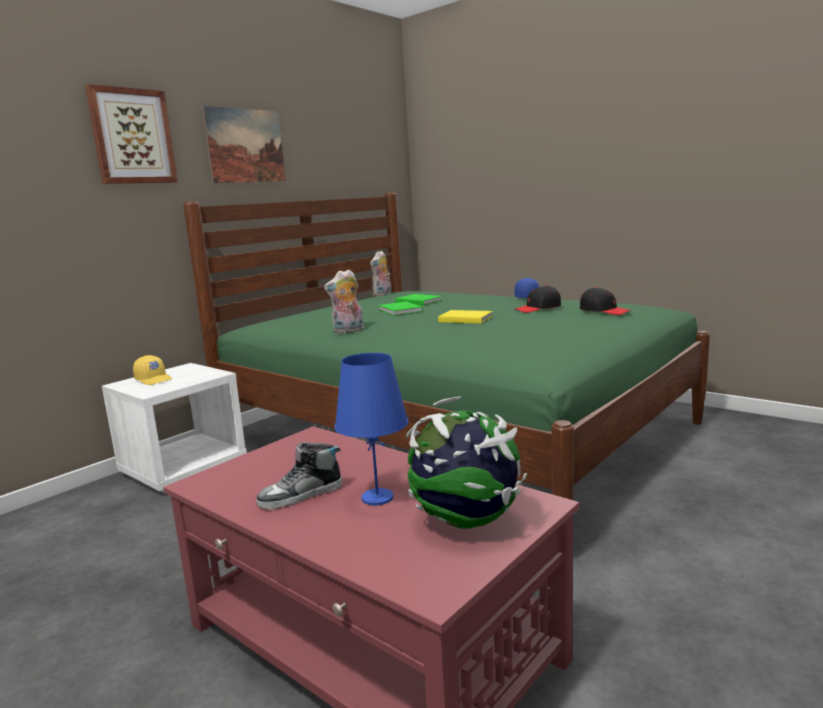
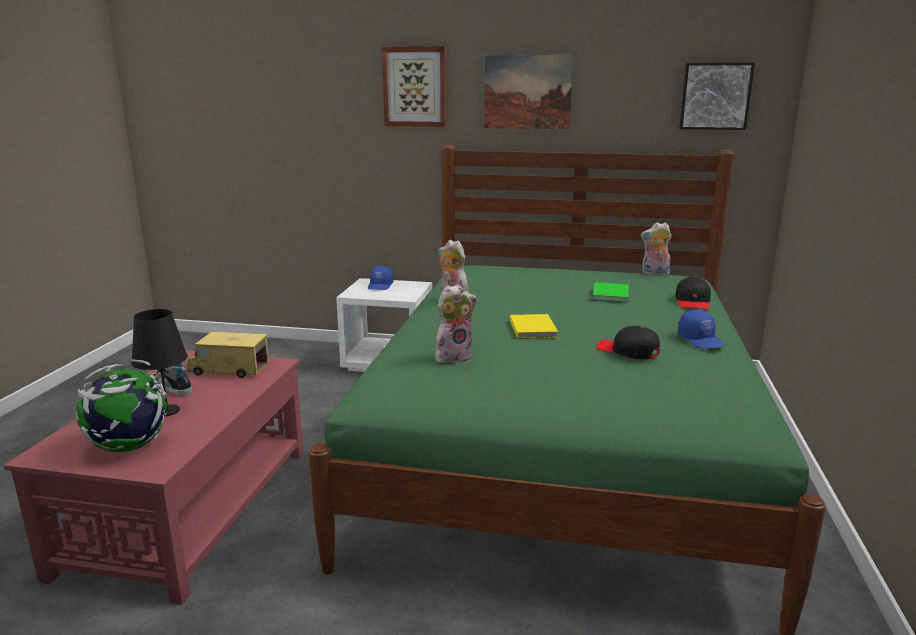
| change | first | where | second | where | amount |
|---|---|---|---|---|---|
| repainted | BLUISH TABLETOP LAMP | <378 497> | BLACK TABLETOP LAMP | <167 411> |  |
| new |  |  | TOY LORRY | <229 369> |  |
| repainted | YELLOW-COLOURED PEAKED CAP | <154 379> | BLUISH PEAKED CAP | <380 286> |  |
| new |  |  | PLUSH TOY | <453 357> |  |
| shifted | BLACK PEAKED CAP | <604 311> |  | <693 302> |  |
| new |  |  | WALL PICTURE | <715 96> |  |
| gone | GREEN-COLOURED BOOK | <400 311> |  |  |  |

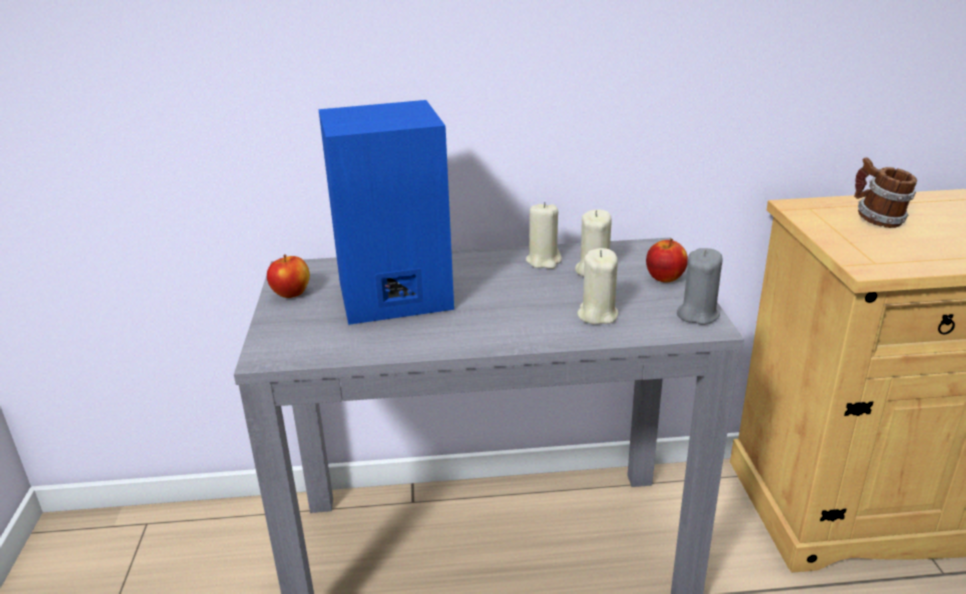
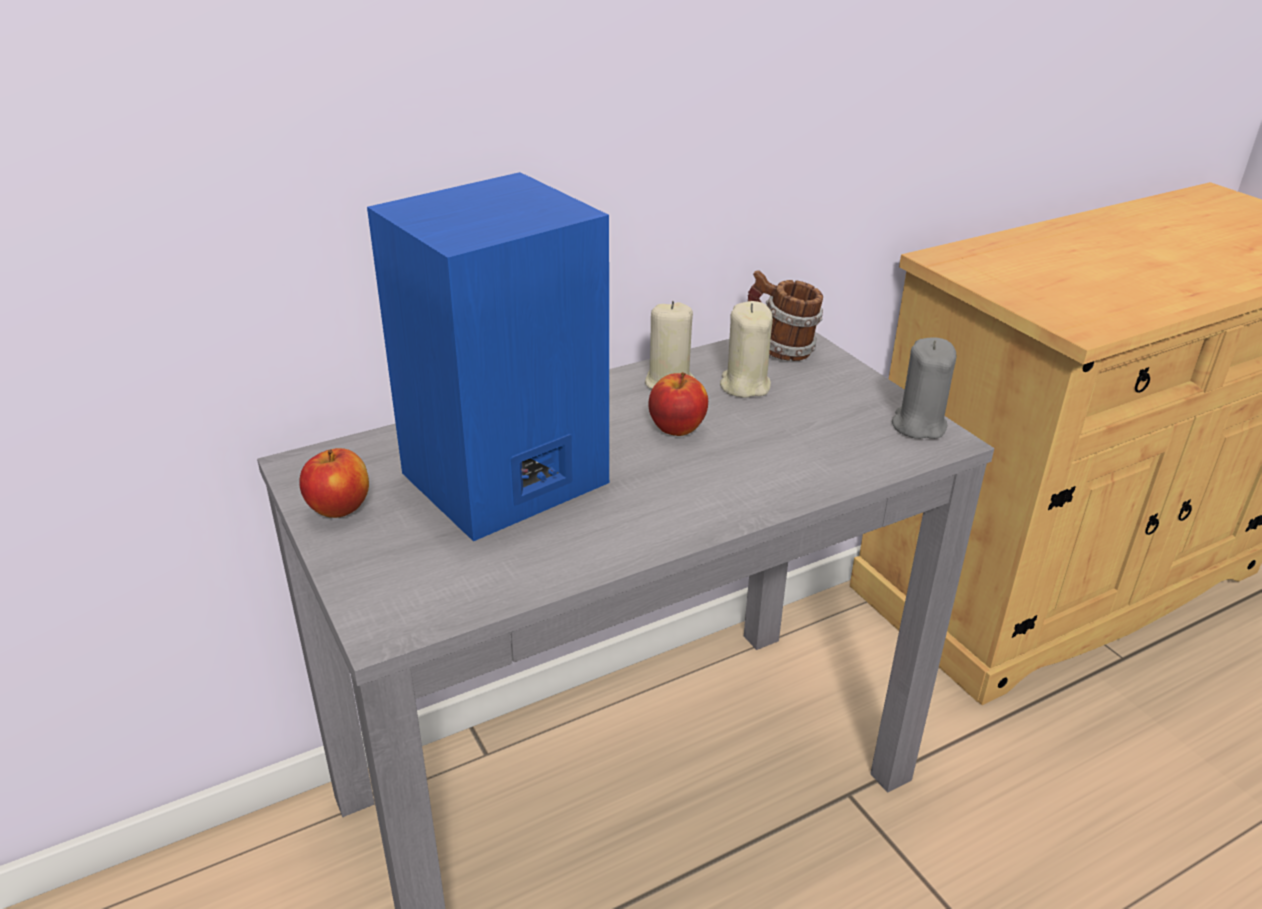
| change | first | where | second | where | amount |
|---|---|---|---|---|---|
| shifted | APPLE | <664 278> |  | <677 428> |  |
| shifted | MUG | <877 220> |  | <781 350> |  |
| gone | SAND-COLOURED WAX CANDLE | <597 315> |  |  |  |

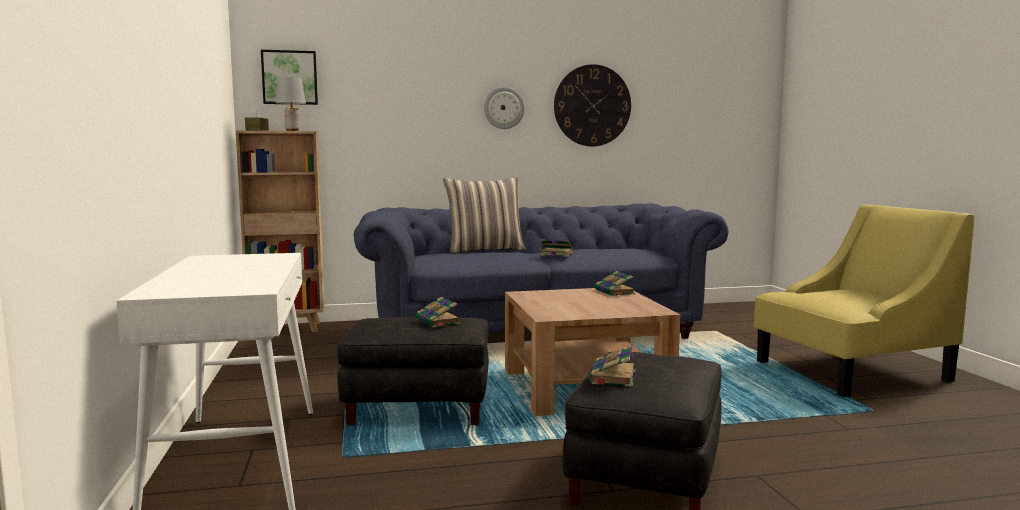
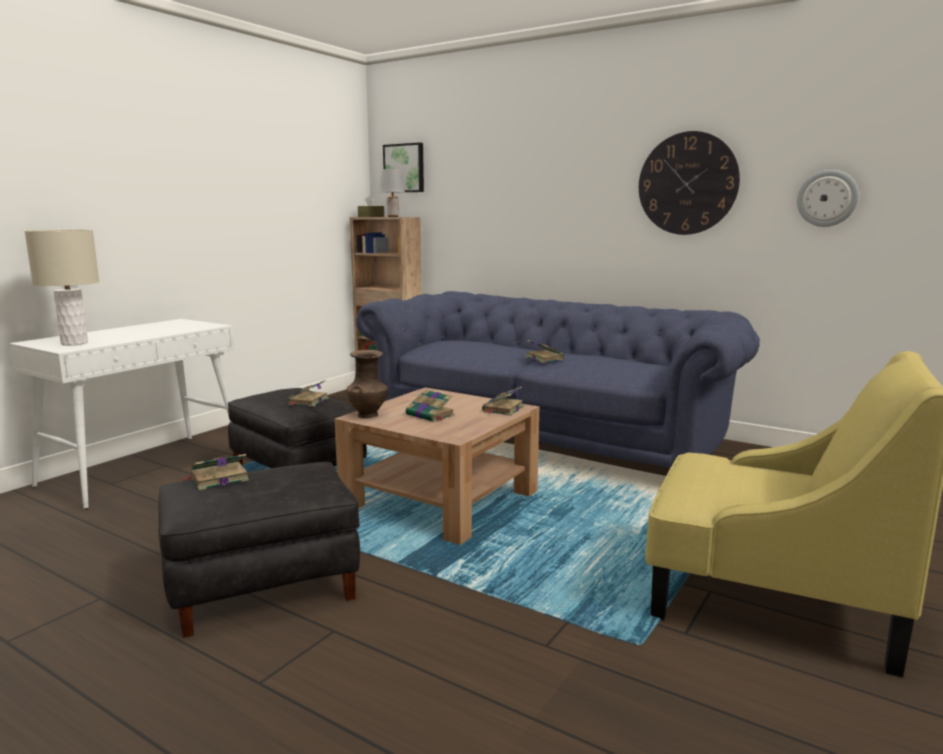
| change | first | where | second | where | amount |
|---|---|---|---|---|---|
| new |  |  | SAND-COLOURED TABLETOP LAMP | <74 343> |  |
| new |  |  | BROWNISH VASE | <368 415> |  |
| new |  |  | BOOK | <431 415> |  |
| shifted | WALL CLOCK | <504 108> |  | <827 198> |  |
| gone | THROW PILLOW | <485 250> |  |  |  |

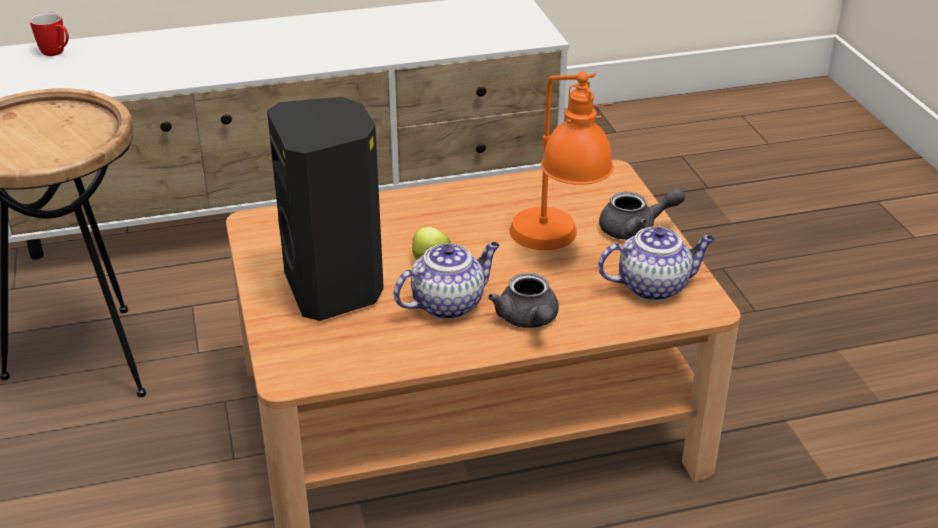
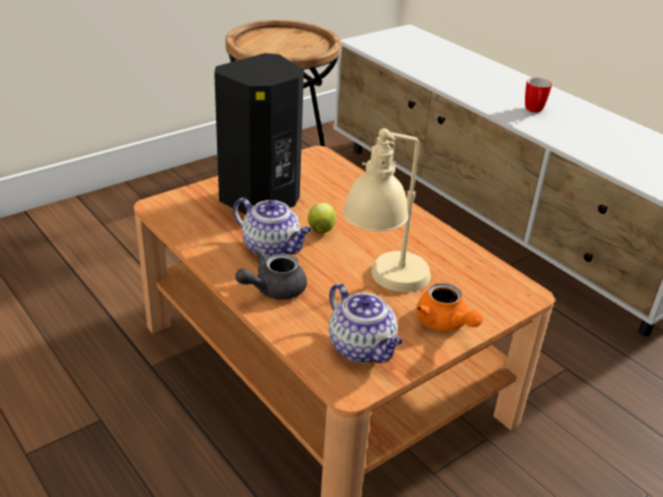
| change | first | where | second | where | amount |
|---|---|---|---|---|---|
| repainted | ORANGEY TABLETOP LAMP | <558 246> | SAND-COLOURED TABLETOP LAMP | <385 285> |  |
| repainted | GREY TEAPOT | <636 229> | ORANGEY TEAPOT | <444 323> |  |
| shifted | MUG | <57 53> |  | <533 111> |  |

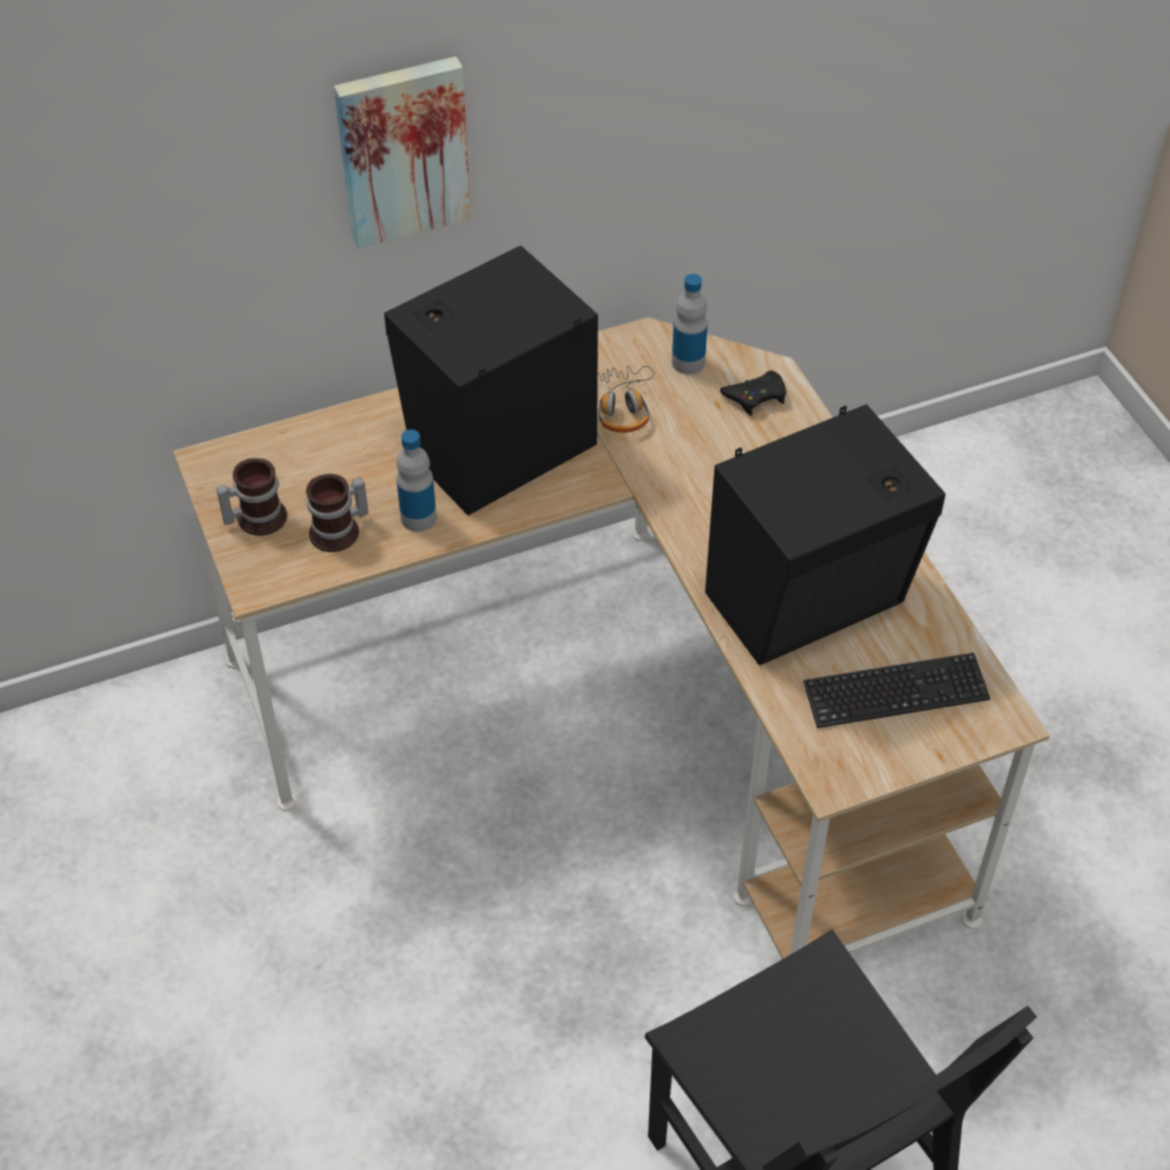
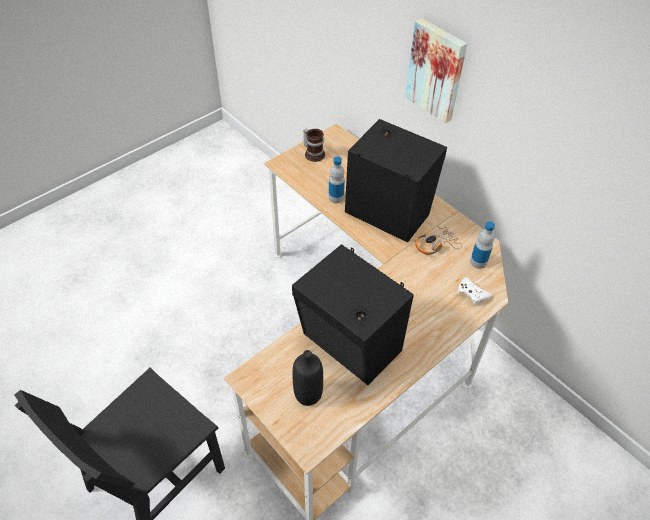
| change | first | where | second | where | amount |
|---|---|---|---|---|---|
| swapped | COMPUTER KEYBOARD | <895 693> | BLACK BOTTLE | <308 394> |  |
| repainted | BLACK JOYPAD | <756 396> | WHITE JOYPAD | <472 293> |  |
| gone | MUG | <340 532> |  |  |  |

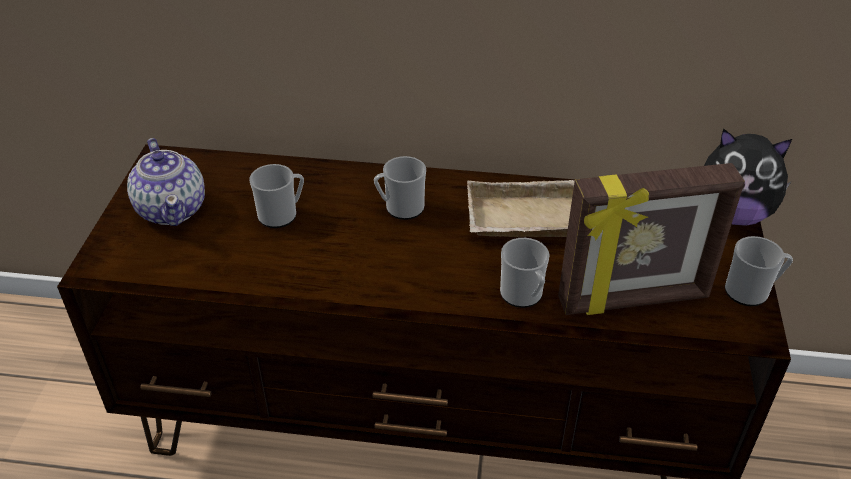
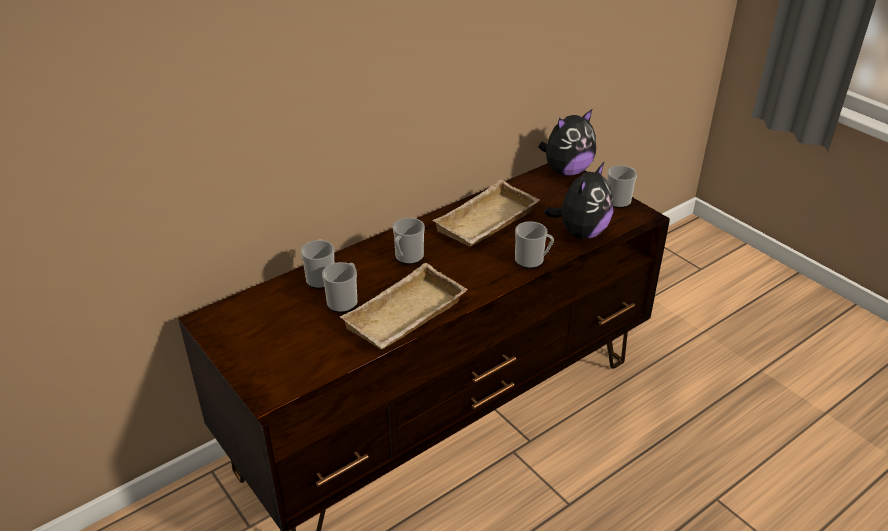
| change | first | where | second | where | amount |
|---|---|---|---|---|---|
| new |  |  | MUG | <321 277> |  |
| new |  |  | SAND-COLOURED CARRYING TRAY | <406 317> |  |
| swapped | PICTURE FRAME | <634 300> | PLUSH TOY | <580 232> |  |
| gone | TEAPOT | <172 209> |  |  |  |

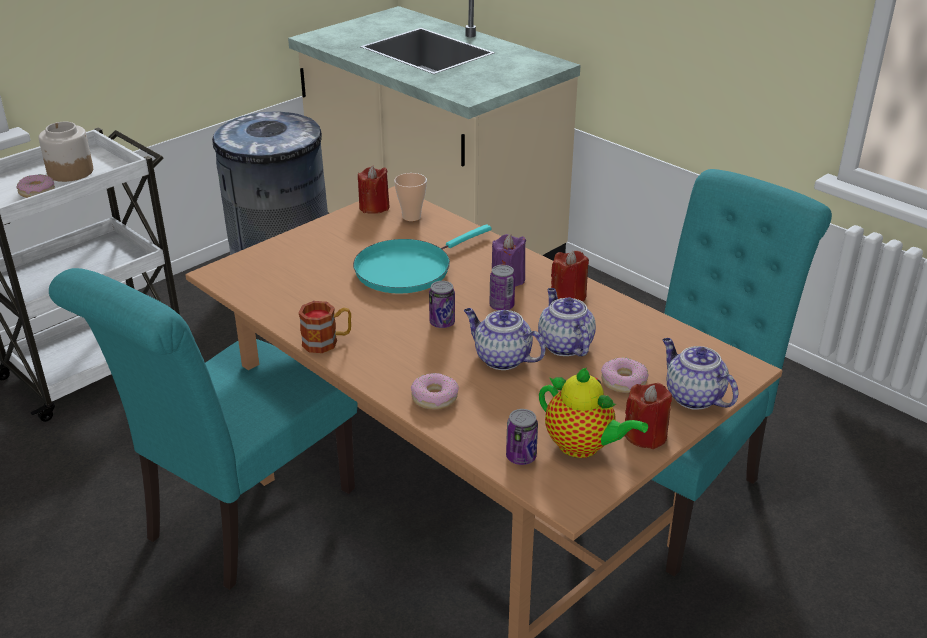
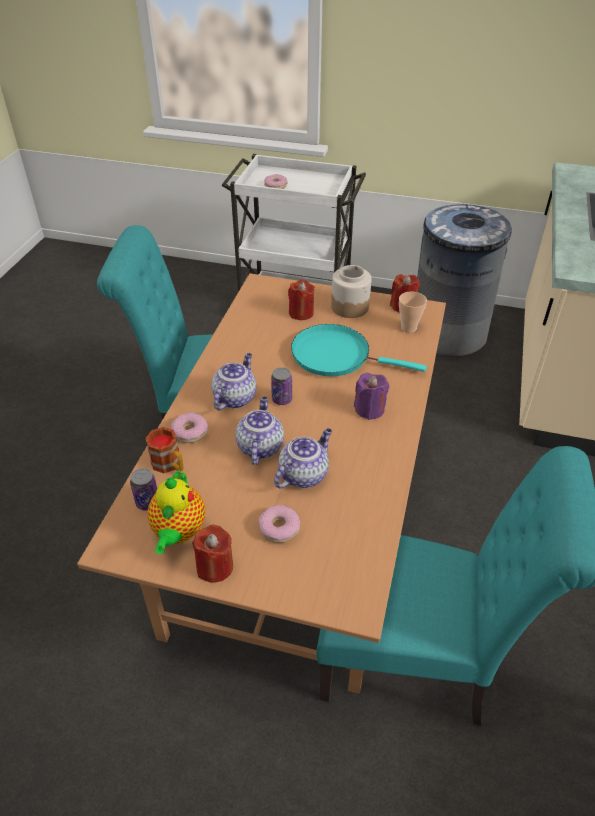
| change | first | where | second | where | amount |
|---|---|---|---|---|---|
| shifted | MUG | <327 342> |  | <170 465> |  |
| shifted | TEAPOT | <692 396> |  | <235 397> |  |
| shifted | RED WAX CANDLE | <568 296> |  | <301 313> |  |
| shifted | PRESERVE JAR | <70 172> |  | <350 307> |  |
| gone | SEALED CAN | <501 306> |  |  |  |

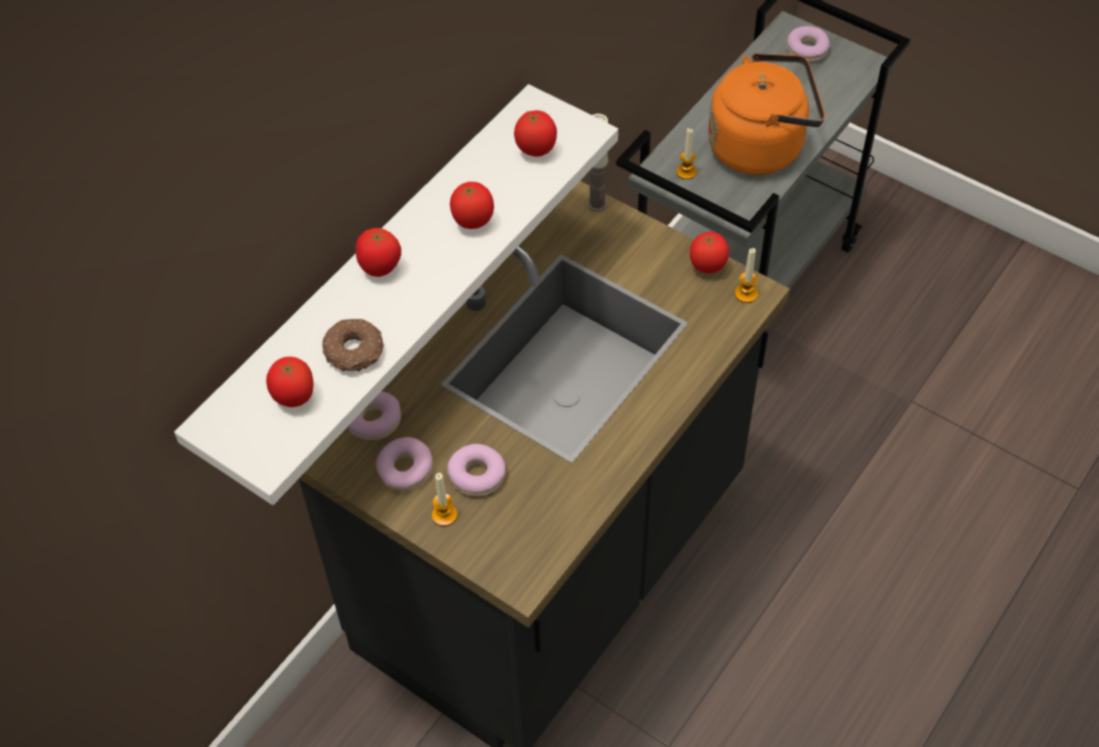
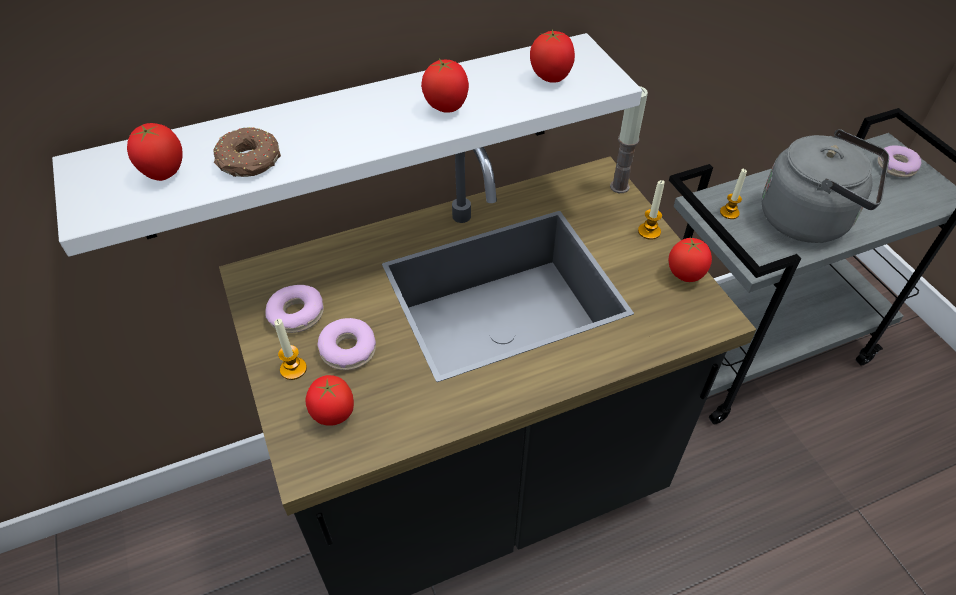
| change | first | where | second | where | amount |
|---|---|---|---|---|---|
| shifted | WHOLE TOMATO | <380 269> |  | <333 416> |  |
| shifted | WAX CANDLE | <746 294> |  | <649 231> |  |
| repainted | ORANGEY WATER KETTLE | <761 146> | GREY WATER KETTLE | <810 220> |  |
| gone | DOUGHNUT | <373 420> |  |  |  |

